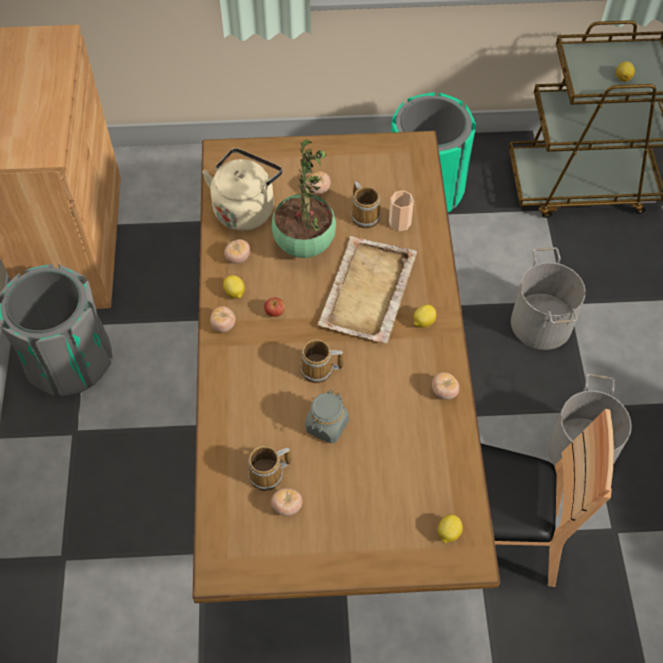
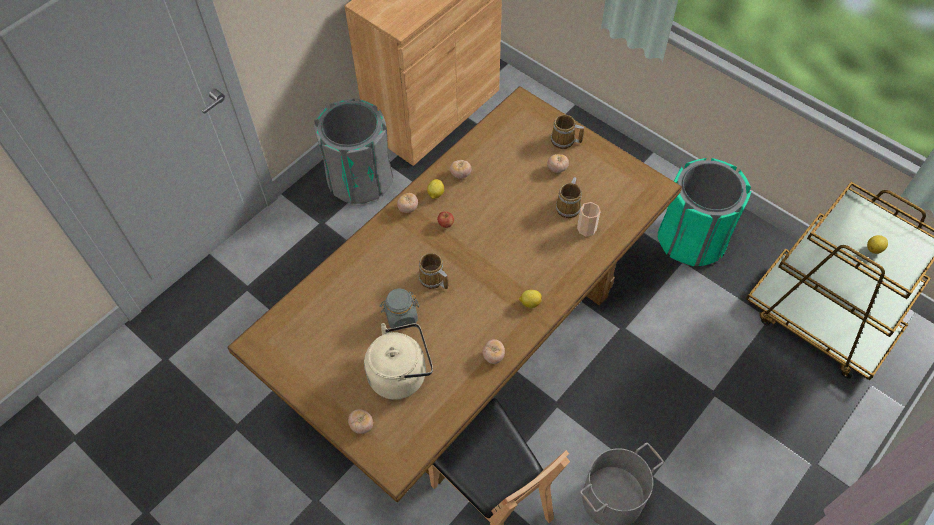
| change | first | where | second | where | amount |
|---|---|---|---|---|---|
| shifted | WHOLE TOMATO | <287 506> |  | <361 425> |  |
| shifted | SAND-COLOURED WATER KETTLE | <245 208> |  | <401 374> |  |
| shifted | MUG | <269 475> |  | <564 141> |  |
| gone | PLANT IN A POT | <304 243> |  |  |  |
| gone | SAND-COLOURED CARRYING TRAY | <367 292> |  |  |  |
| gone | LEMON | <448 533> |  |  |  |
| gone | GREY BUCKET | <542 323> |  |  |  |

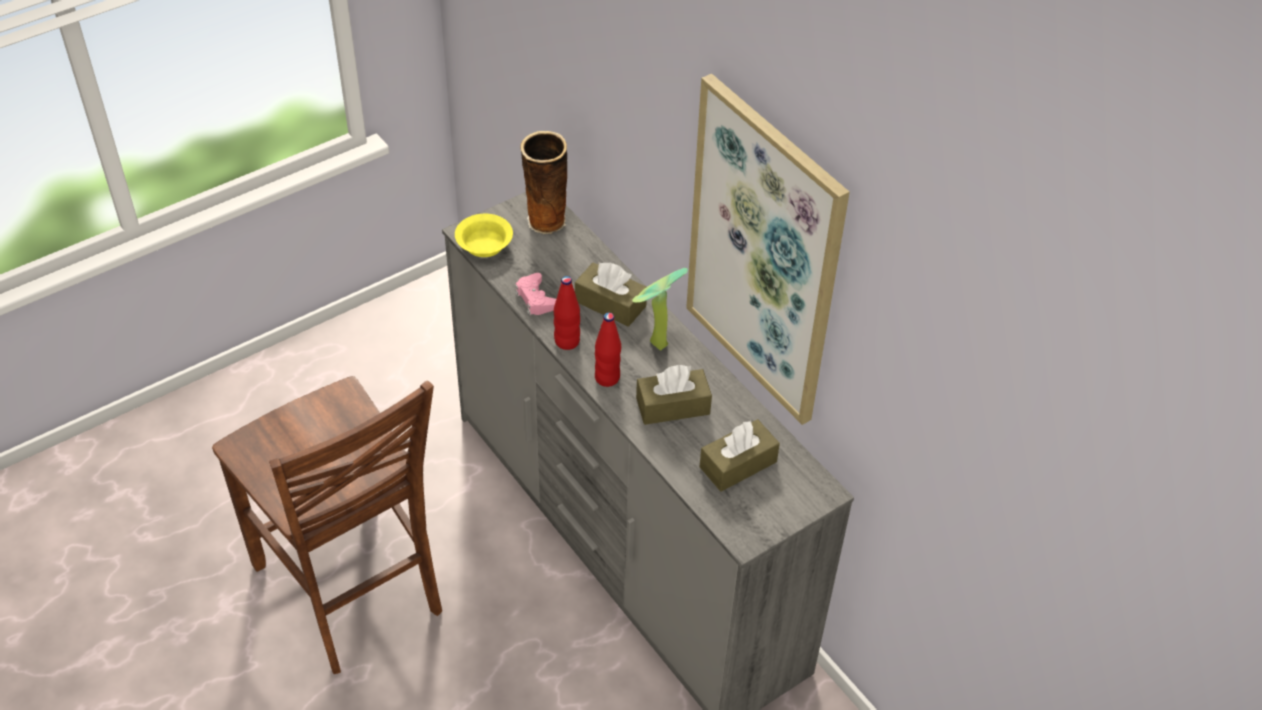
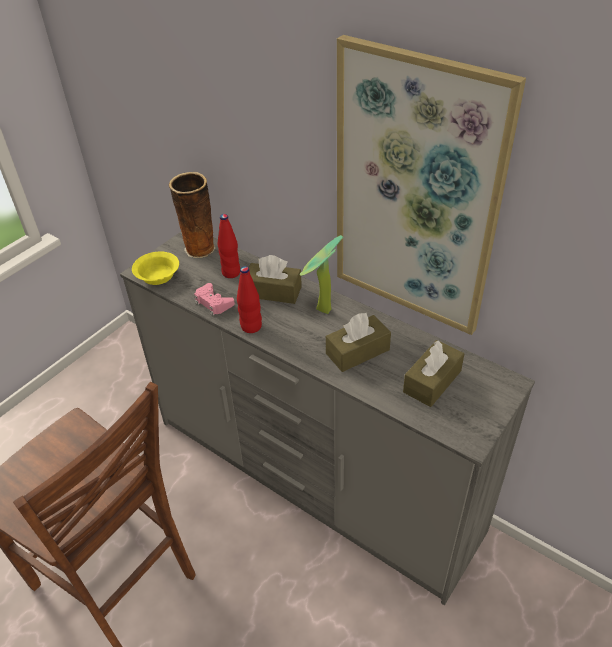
| change | first | where | second | where | amount |
|---|---|---|---|---|---|
| shifted | RED BOTTLE | <607 378> |  | <231 273> |  |

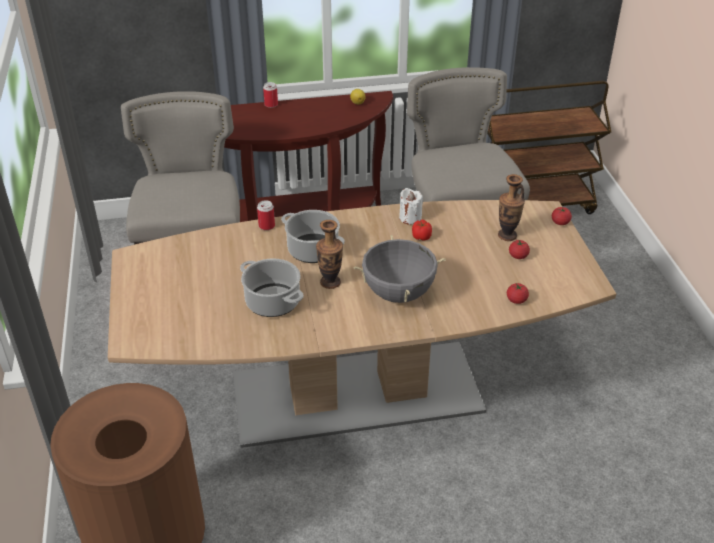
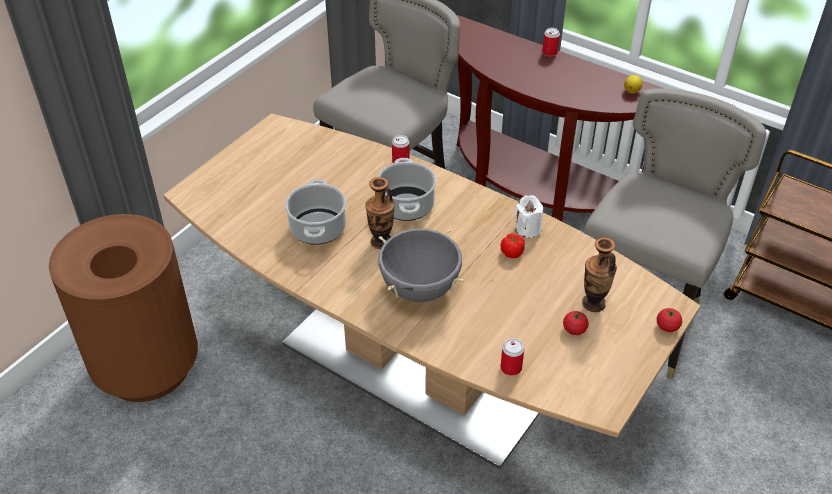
| change | first | where | second | where | amount |
|---|---|---|---|---|---|
| swapped | WHOLE TOMATO | <516 300> | SEALED CAN | <511 368> |  |

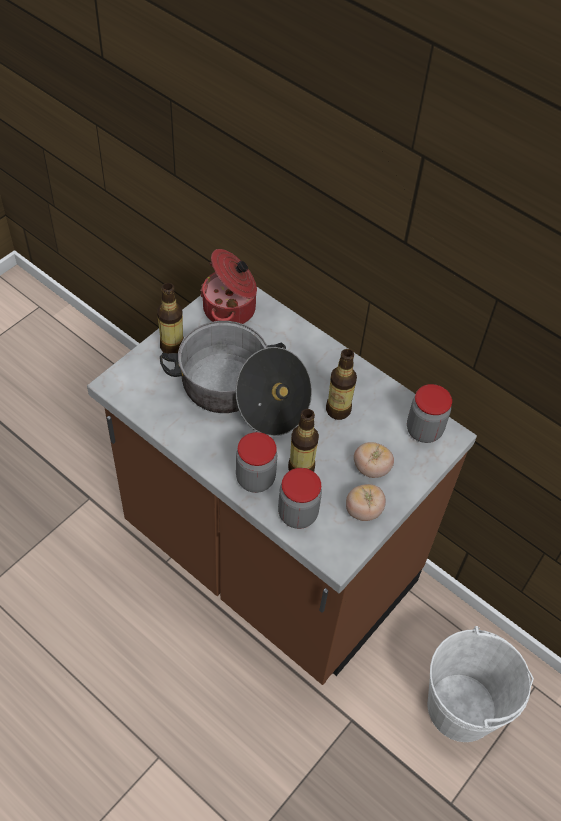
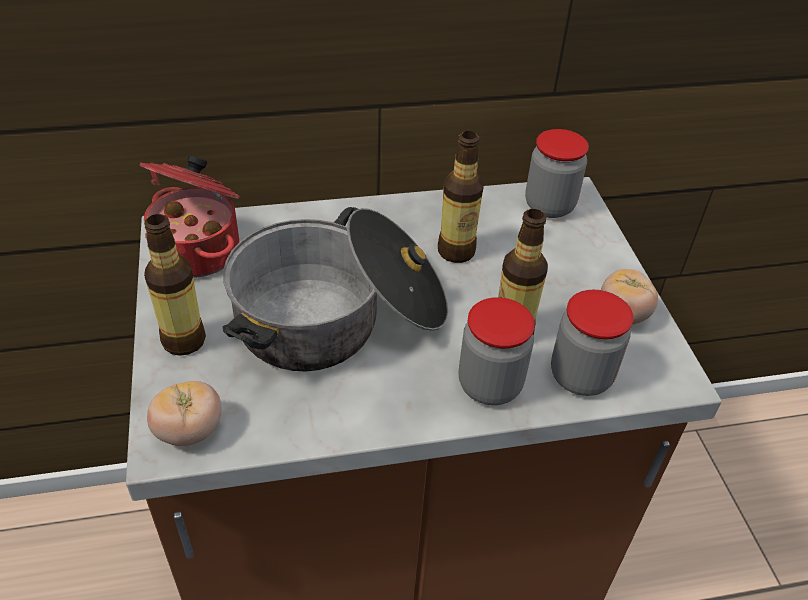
| change | first | where | second | where | amount |
|---|---|---|---|---|---|
| shifted | WHOLE TOMATO | <371 468> |  | <189 431> |  |
| gone | WHITE BUCKET | <461 707> |  |  |  |

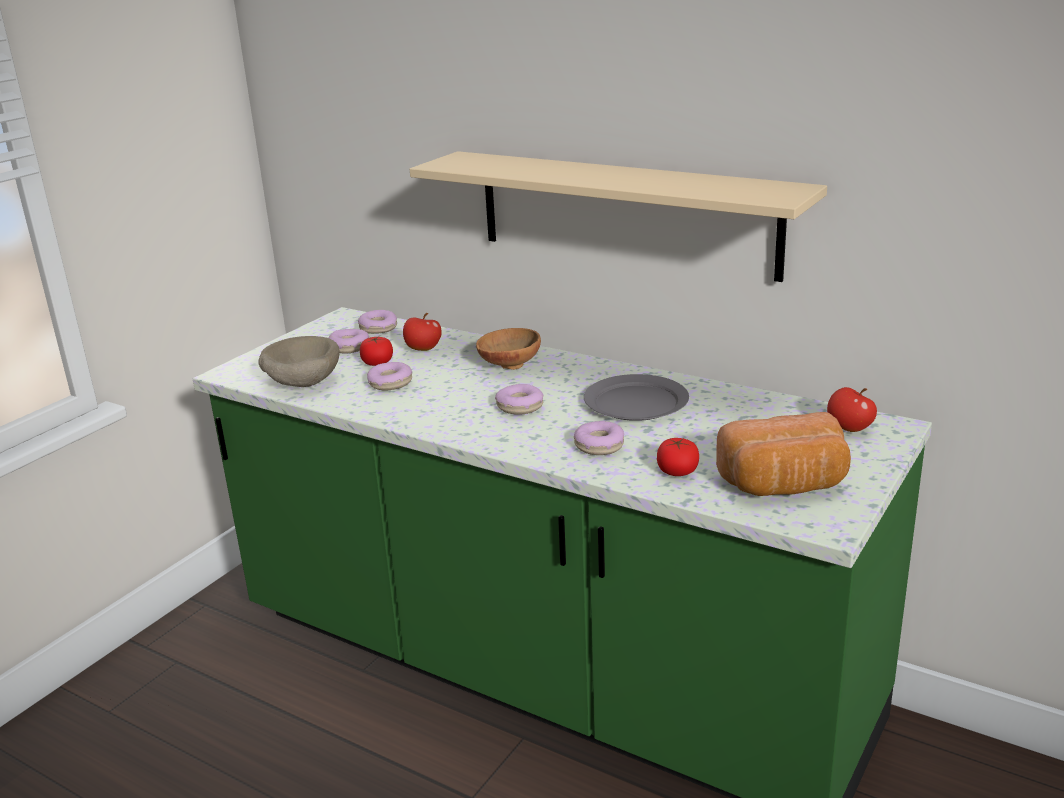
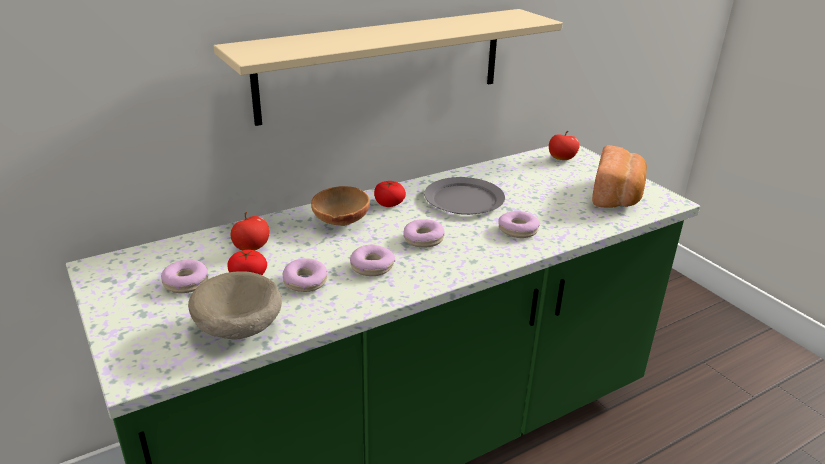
| change | first | where | second | where | amount |
|---|---|---|---|---|---|
| shifted | DOUGHNUT | <378 328> |  | <372 267> |  |
| shifted | WHOLE TOMATO | <677 471> |  | <389 203> |  |

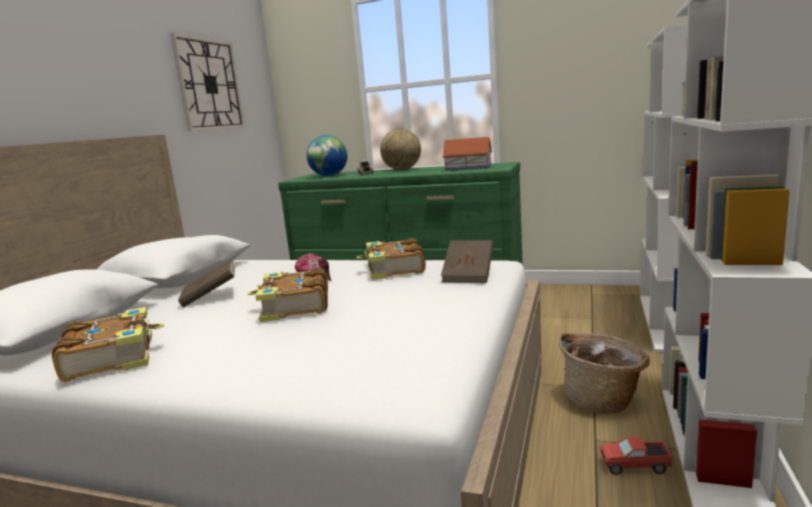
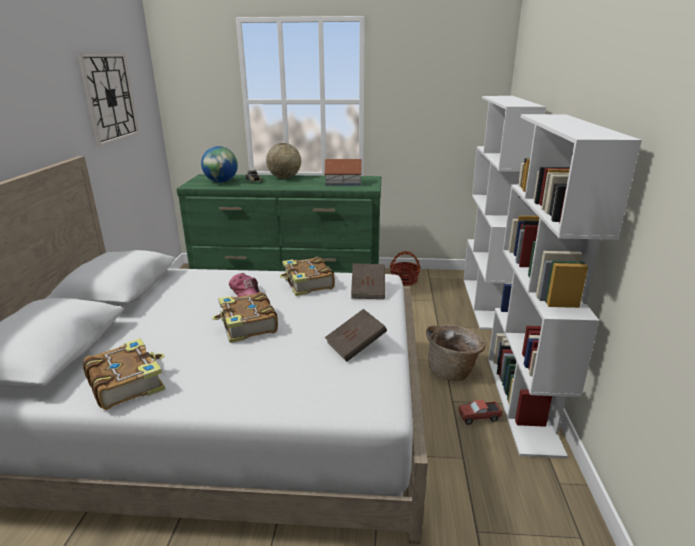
| change | first | where | second | where | amount |
|---|---|---|---|---|---|
| shifted | BROWNISH BOOK | <210 297> |  | <355 346> |  |
| new |  |  | BASKET | <404 280> |  |

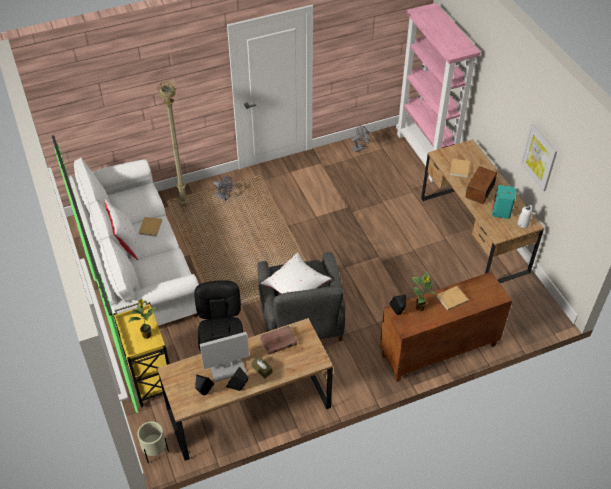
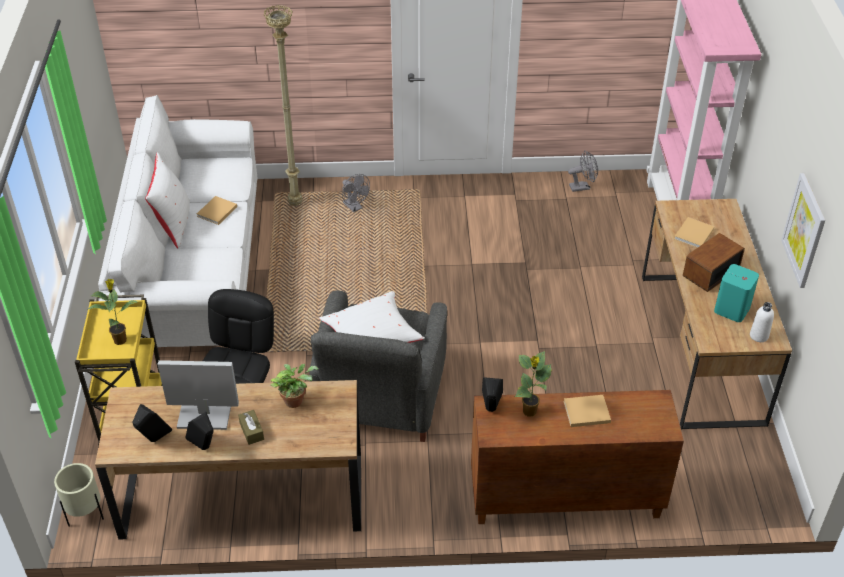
| change | first | where | second | where | amount |
|---|---|---|---|---|---|
| swapped | BROWNISH BOOK | <278 341> | PLANT IN A POT | <296 400> |  |

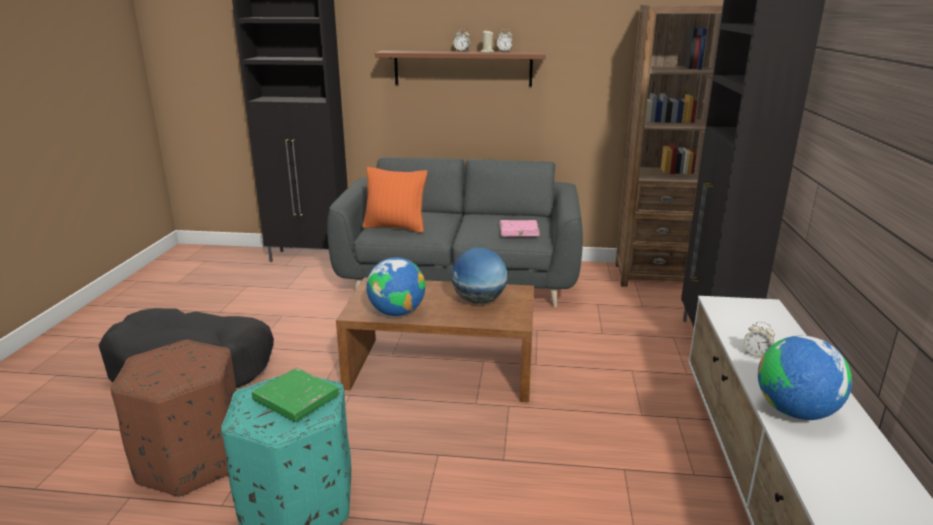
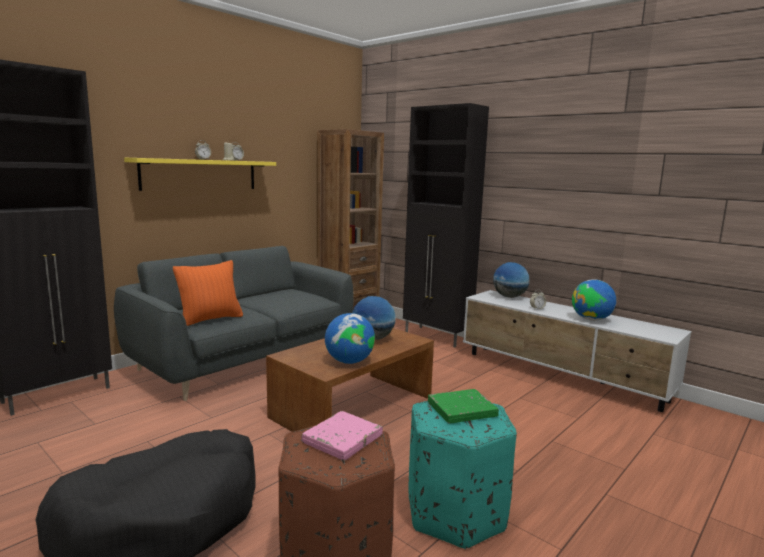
| change | first | where | second | where | amount |
|---|---|---|---|---|---|
| repainted | BROWNISH SHELF | <462 68> | YELLOW-COLOURED SHELF | <200 174> |  |
| shifted | PINK BOOK | <519 231> |  | <342 439> |  |
| new |  |  | WORLD GLOBE | <509 297> |  |

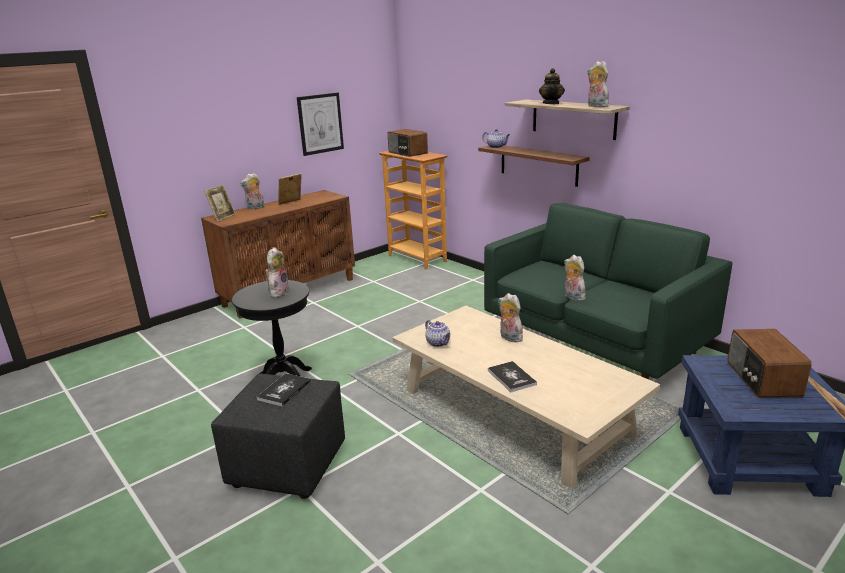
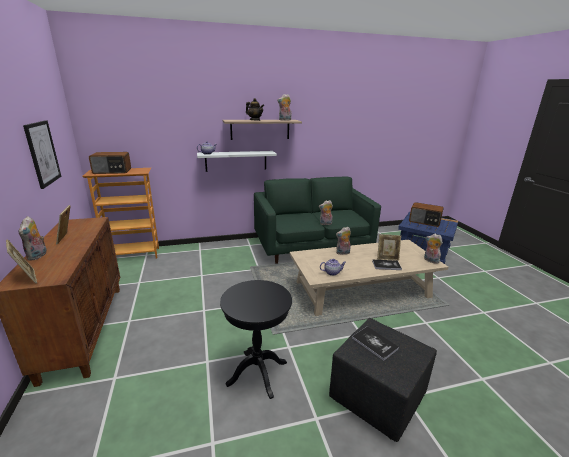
| change | first | where | second | where | amount |
|---|---|---|---|---|---|
| repainted | BROWNISH SHELF | <538 164> | WHITE SHELF | <236 161> |  |
| new |  |  | PICTURE FRAME | <387 258> |  |
| shifted | PLUSH TOY | <278 292> |  | <430 260> |  |

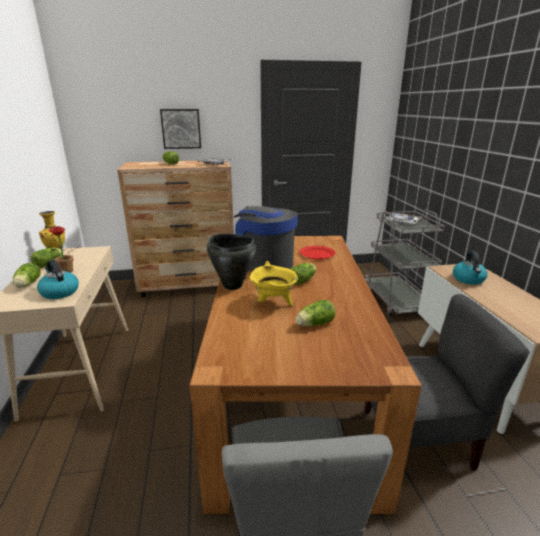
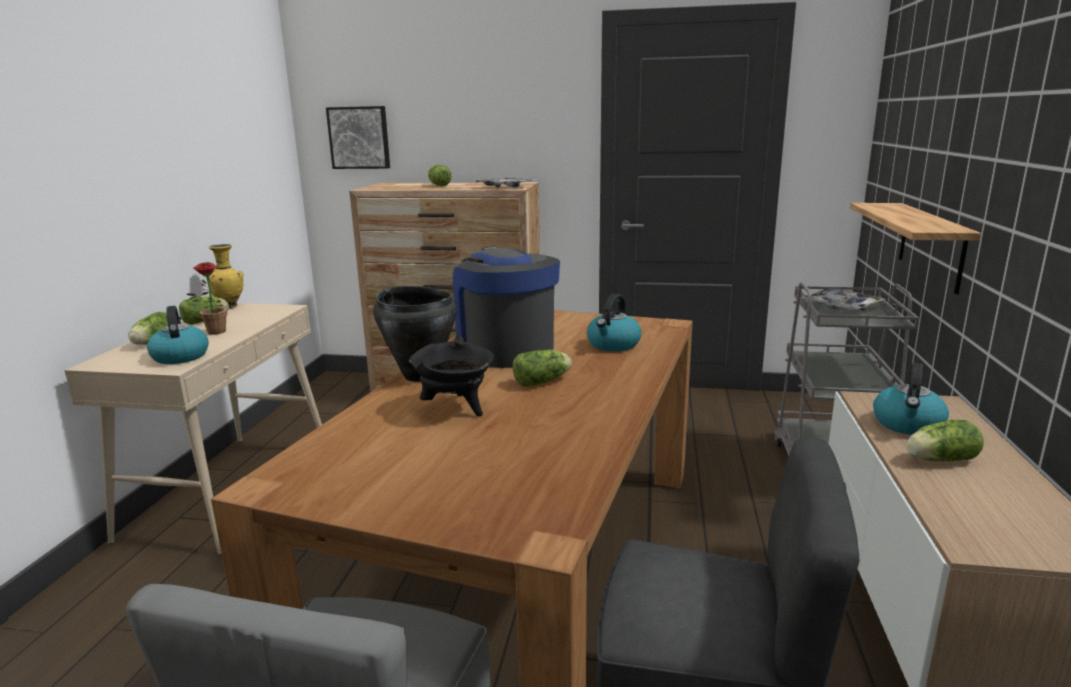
| change | first | where | second | where | amount |
|---|---|---|---|---|---|
| shifted | WALL PICTURE | <181 128> |  | <359 137> |  |
| repainted | YELLOW-COLOURED STOCKPOT | <273 303> | BLACK STOCKPOT | <456 408> |  |
| swapped | RED FLAT DISH | <317 254> | WATER KETTLE | <613 345> |  |
| new |  |  | SHELF | <931 245> |  |
| shifted | LETTUCE | <314 324> |  | <938 459> |  |

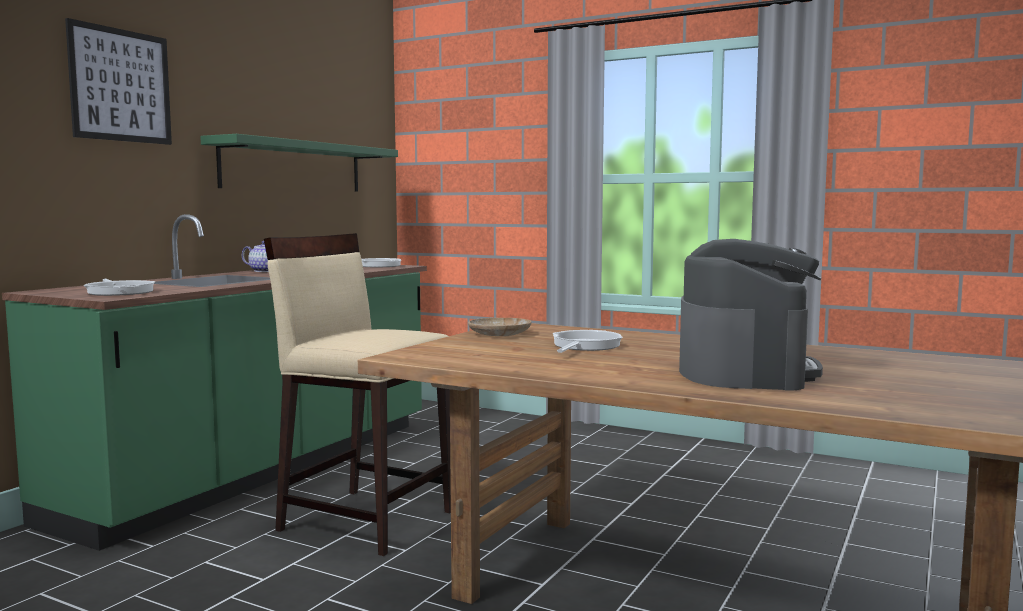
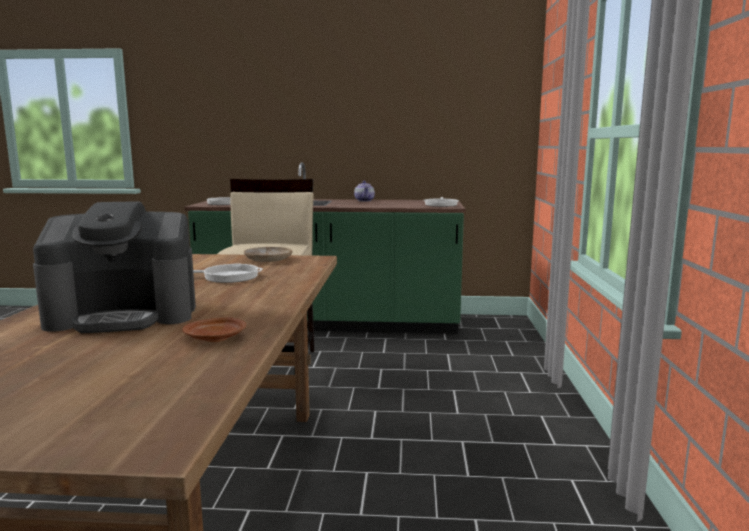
| change | first | where | second | where | amount |
|---|---|---|---|---|---|
| new |  |  | BROWNISH FLAT DISH | <216 338> |  |
| gone | WALL PICTURE | <121 85> |  |  |  |
| gone | GREEN-COLOURED SHELF | <293 167> |  |  |  |

